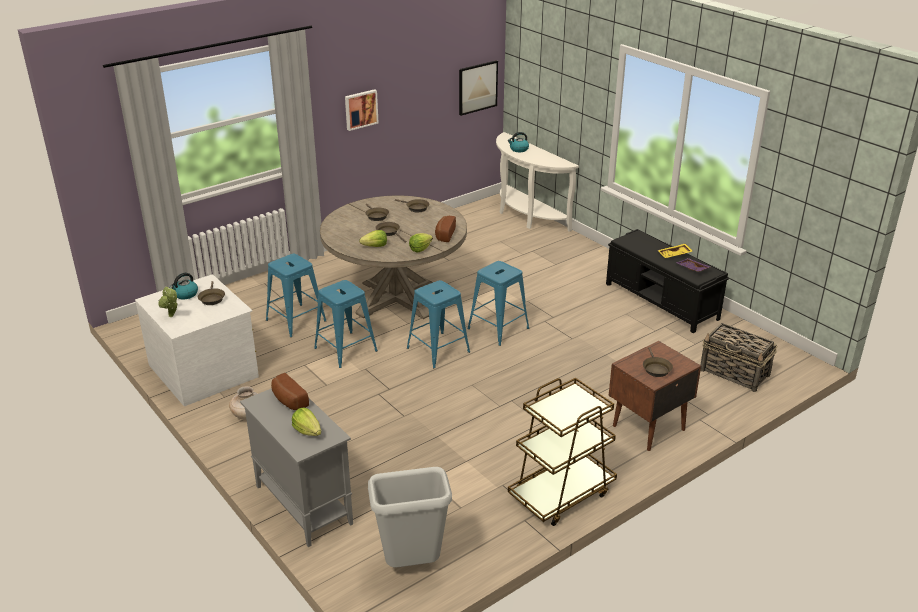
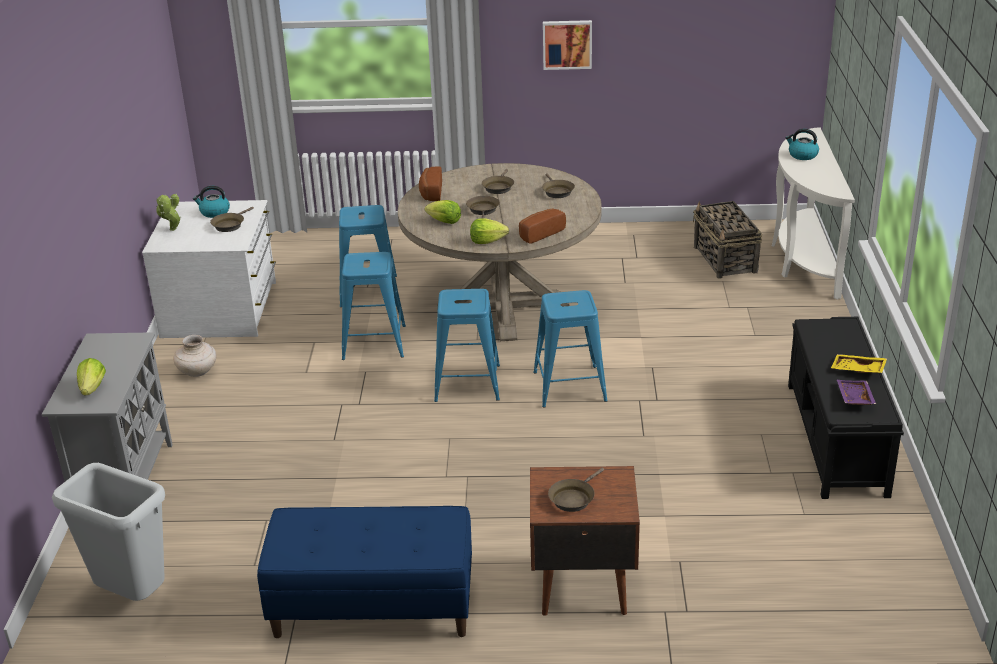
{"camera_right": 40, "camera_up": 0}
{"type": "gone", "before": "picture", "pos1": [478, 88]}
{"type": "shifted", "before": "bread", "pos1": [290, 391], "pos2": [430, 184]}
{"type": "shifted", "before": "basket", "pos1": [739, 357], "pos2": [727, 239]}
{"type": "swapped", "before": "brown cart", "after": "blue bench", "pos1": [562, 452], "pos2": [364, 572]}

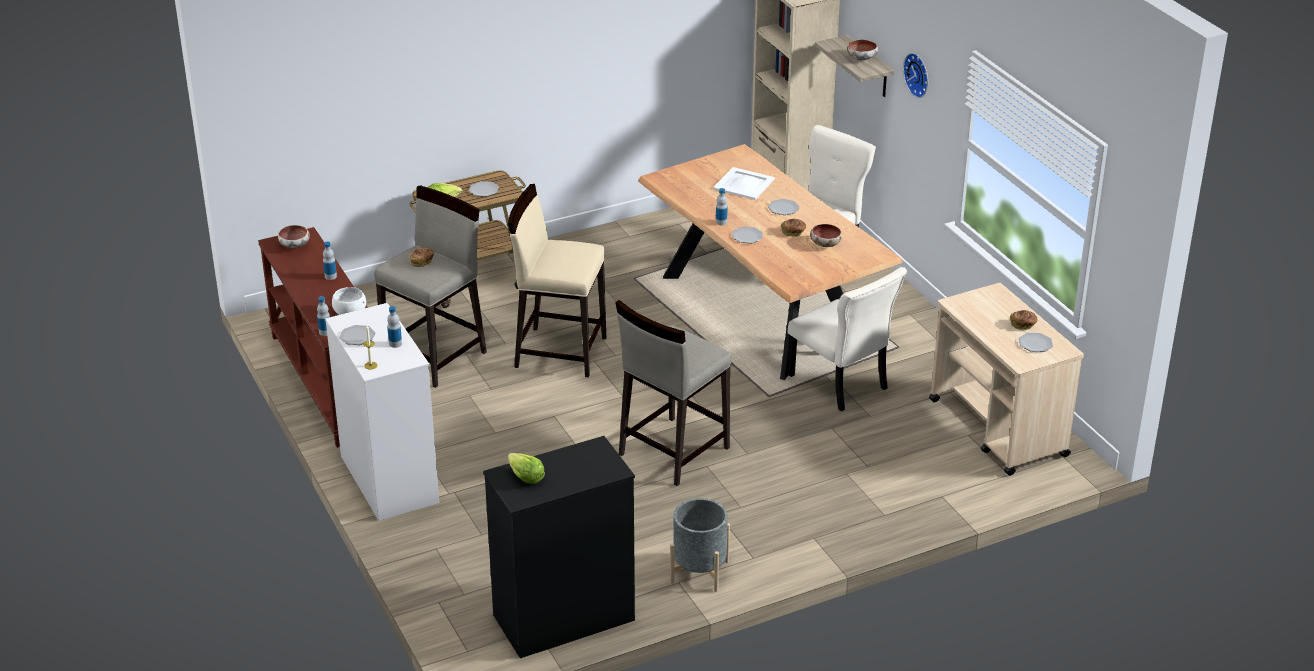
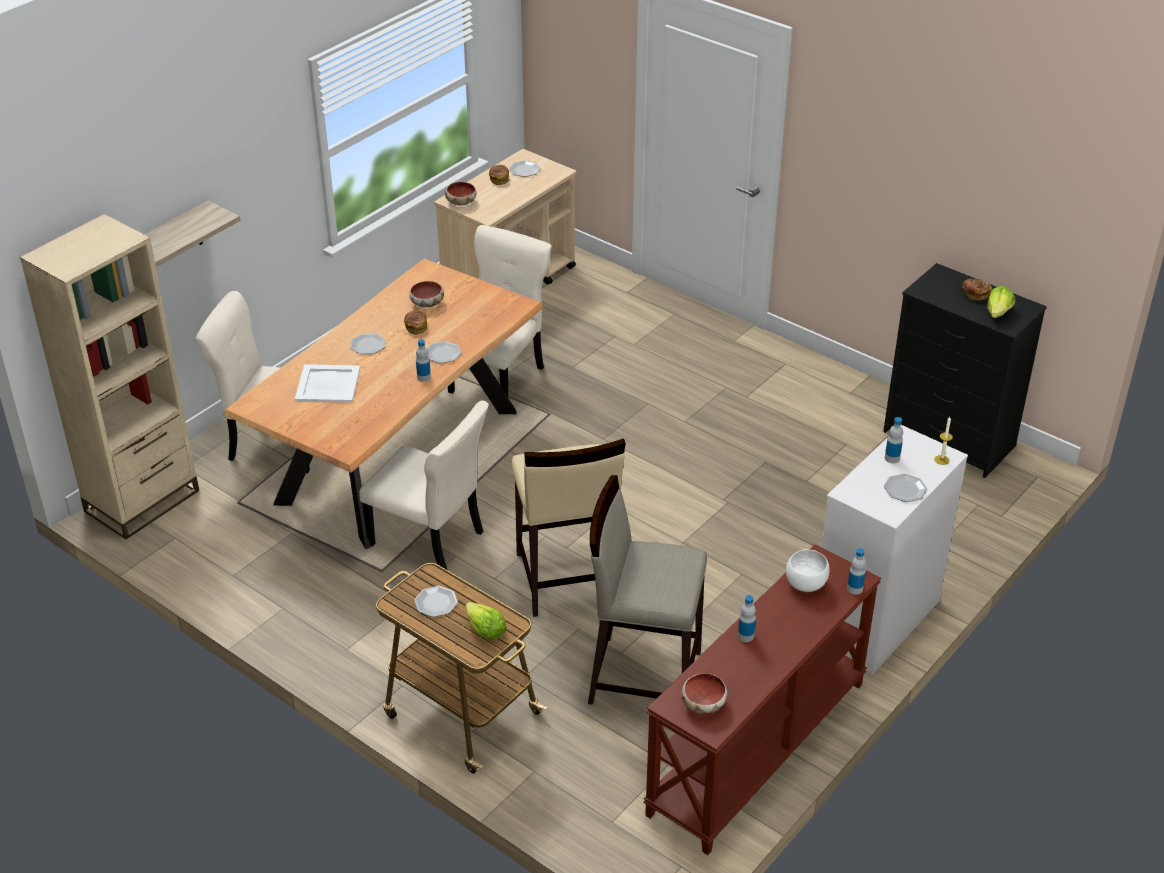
{"camera_right": -115, "camera_up": 5}
{"type": "gone", "before": "beige stool", "pos1": [674, 393]}
{"type": "gone", "before": "grey planter", "pos1": [700, 545]}
{"type": "gone", "before": "wall clock", "pos1": [915, 75]}
{"type": "new", "after": "beige chair", "pos2": [424, 485]}
{"type": "shifted", "before": "bread", "pos1": [422, 257], "pos2": [977, 290]}
{"type": "shifted", "before": "bowl", "pos1": [862, 49], "pos2": [461, 194]}

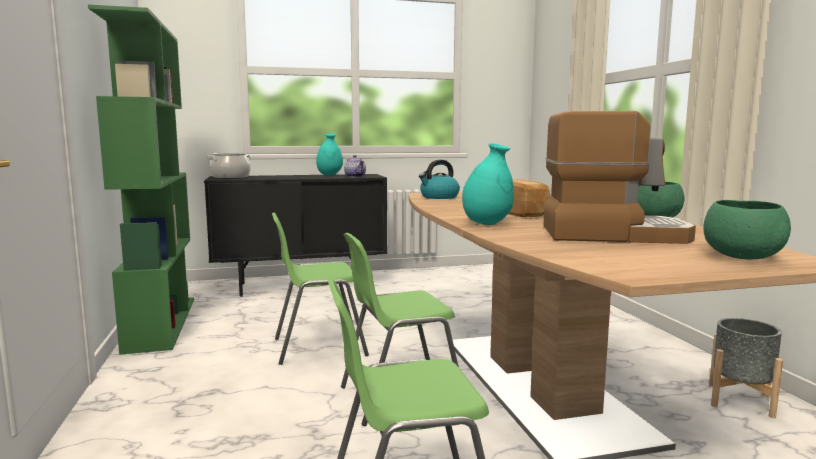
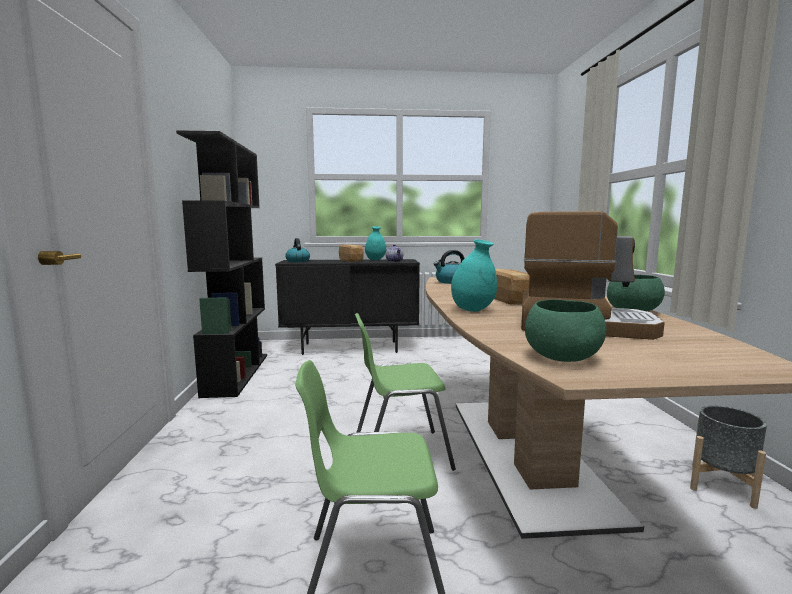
{"camera_right": 10, "camera_up": 0}
{"type": "gone", "before": "green chair", "pos1": [320, 289]}
{"type": "new", "after": "bread", "pos2": [351, 253]}
{"type": "shifted", "before": "green bowl", "pos1": [747, 230], "pos2": [565, 330]}
{"type": "swapped", "before": "cooking pot", "after": "kettle", "pos1": [229, 166], "pos2": [297, 250]}
{"type": "repainted", "before": "green bookcase", "after": "black bookcase", "pos1": [141, 180], "pos2": [221, 264]}

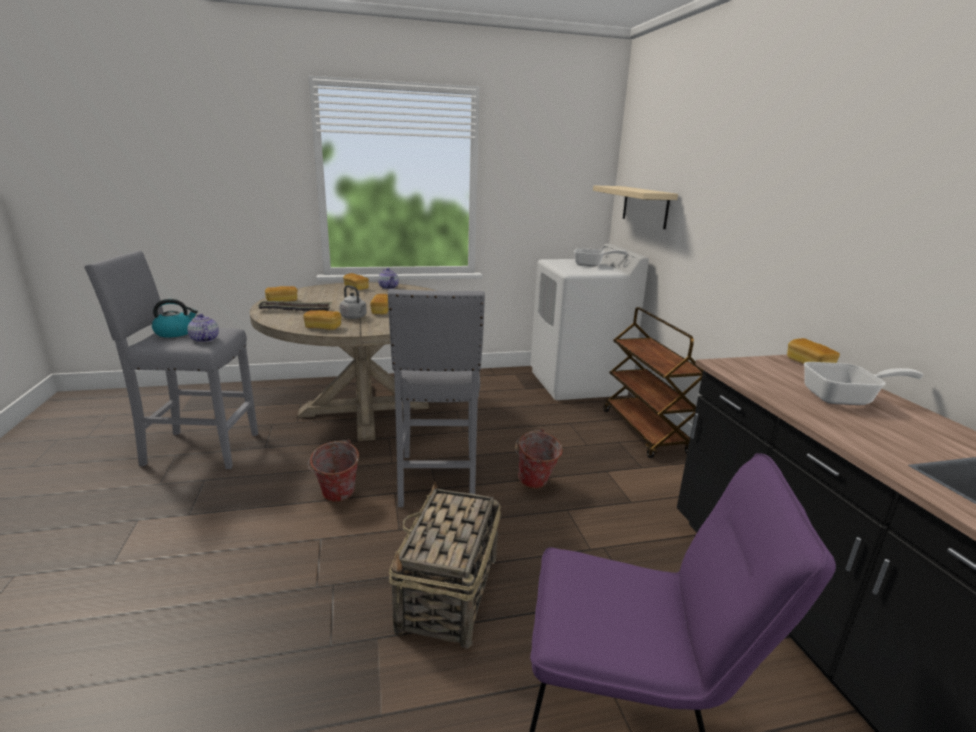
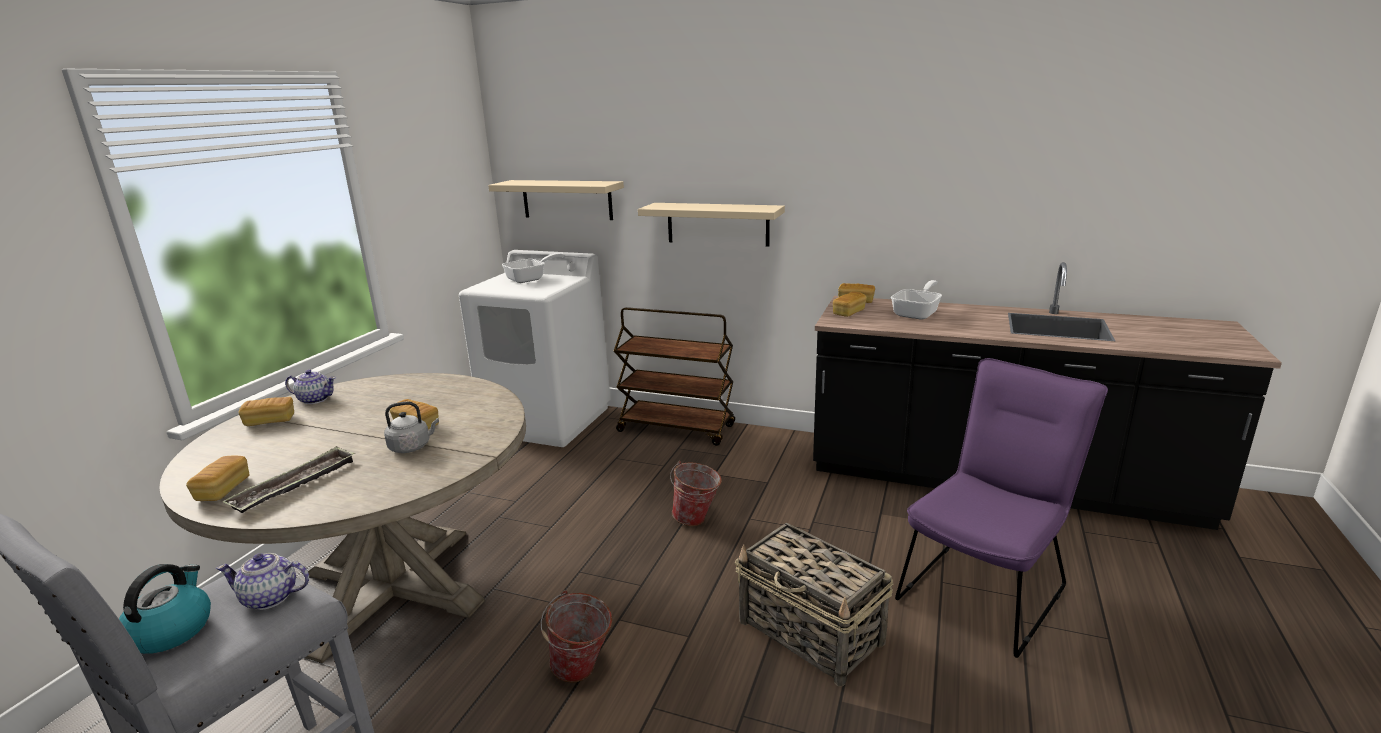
{"camera_right": -55, "camera_up": 0}
{"type": "gone", "before": "grey stool", "pos1": [436, 398]}
{"type": "new", "after": "beige shelf", "pos2": [711, 225]}
{"type": "shifted", "before": "bread", "pos1": [322, 320], "pos2": [850, 304]}

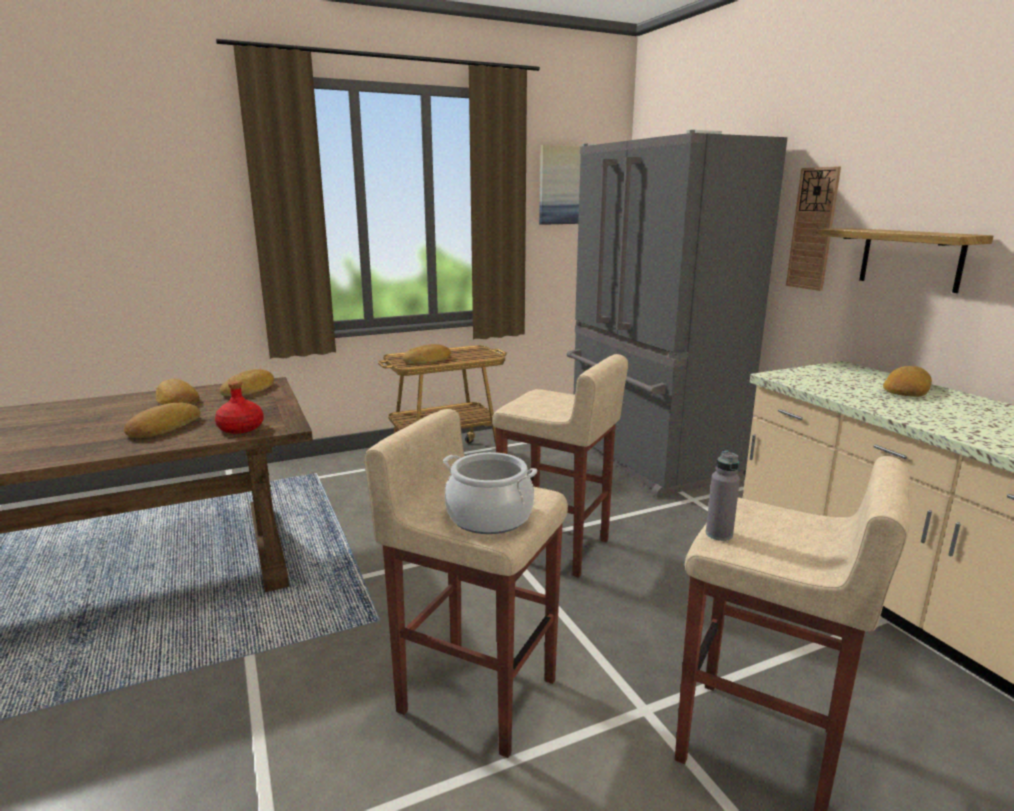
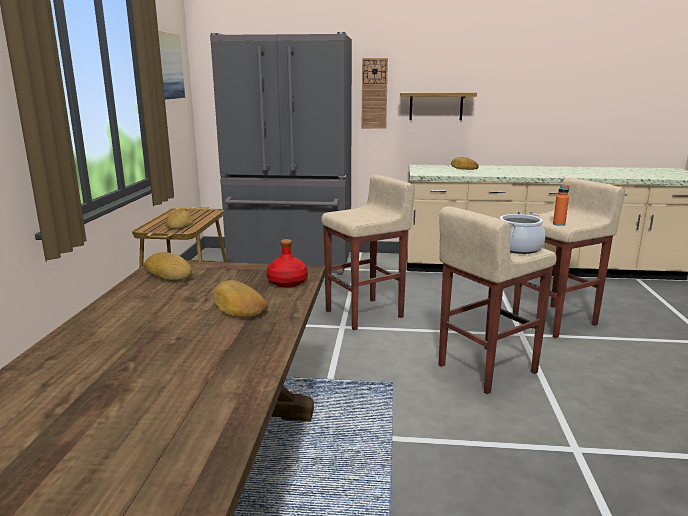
{"camera_right": -60, "camera_up": 0}
{"type": "gone", "before": "bread", "pos1": [178, 392]}
{"type": "repainted", "before": "grey bottle", "after": "orange bottle", "pos1": [723, 496], "pos2": [561, 205]}

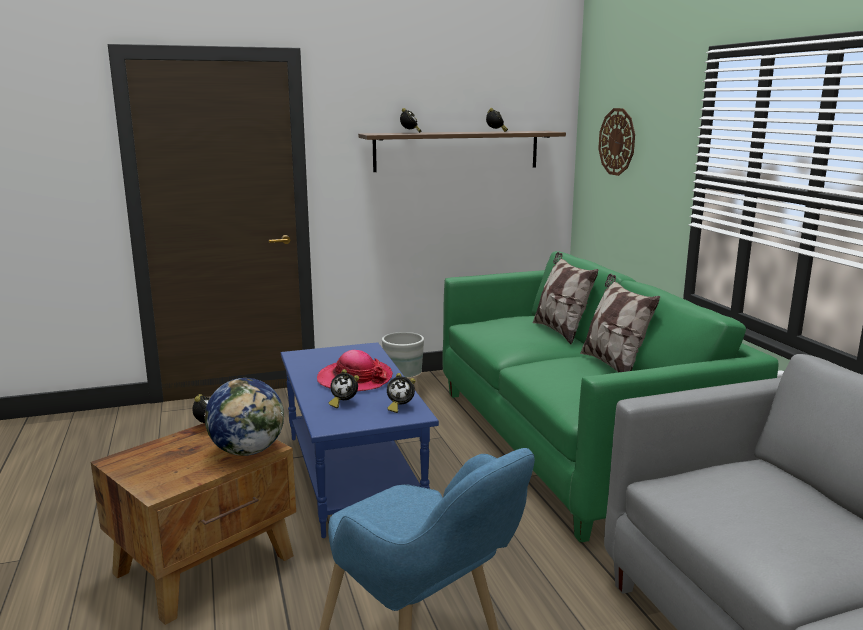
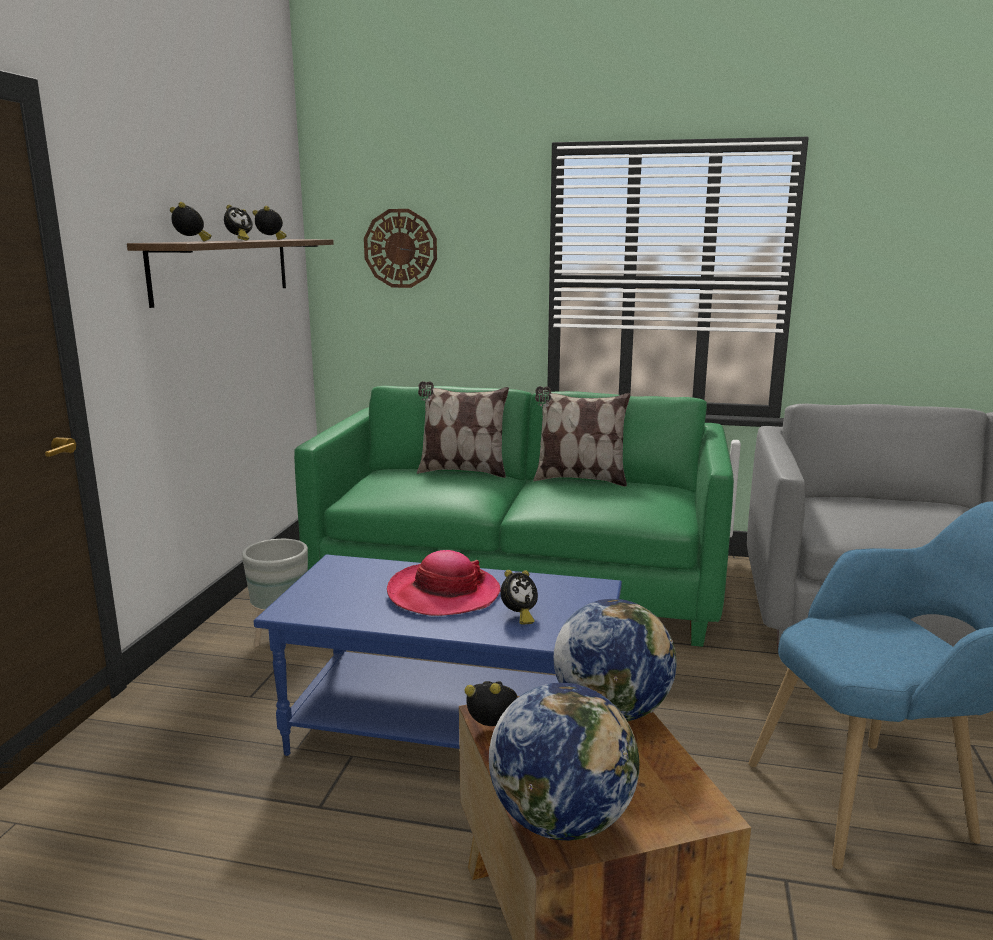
{"camera_right": -60, "camera_up": 0}
{"type": "new", "after": "globe", "pos2": [564, 762]}
{"type": "shifted", "before": "alarm clock", "pos1": [401, 393], "pos2": [238, 223]}

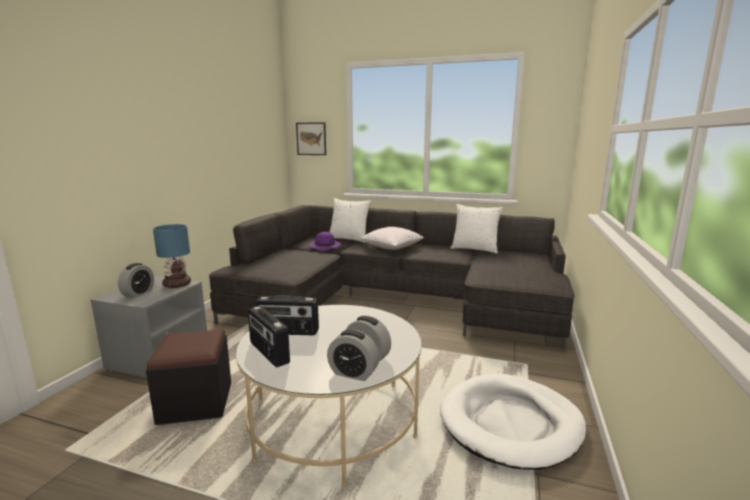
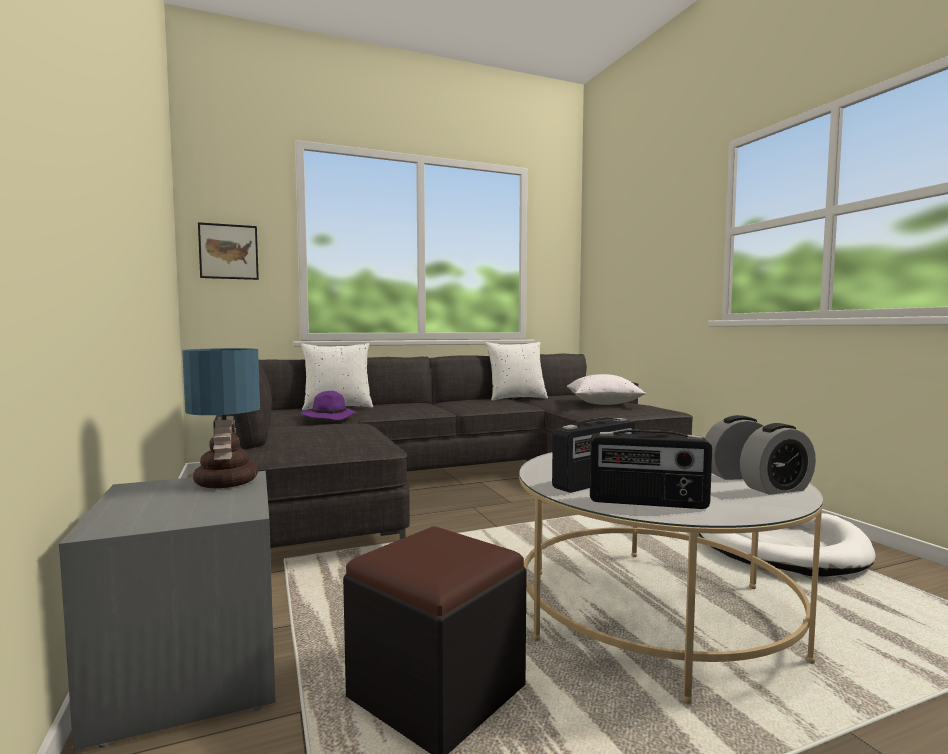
{"camera_right": -40, "camera_up": -10}
{"type": "gone", "before": "alarm clock", "pos1": [136, 280]}
{"type": "shifted", "before": "white pillow", "pos1": [392, 238], "pos2": [606, 389]}

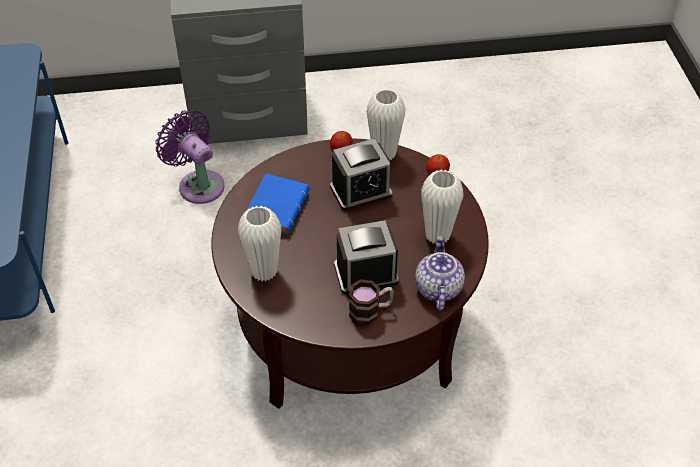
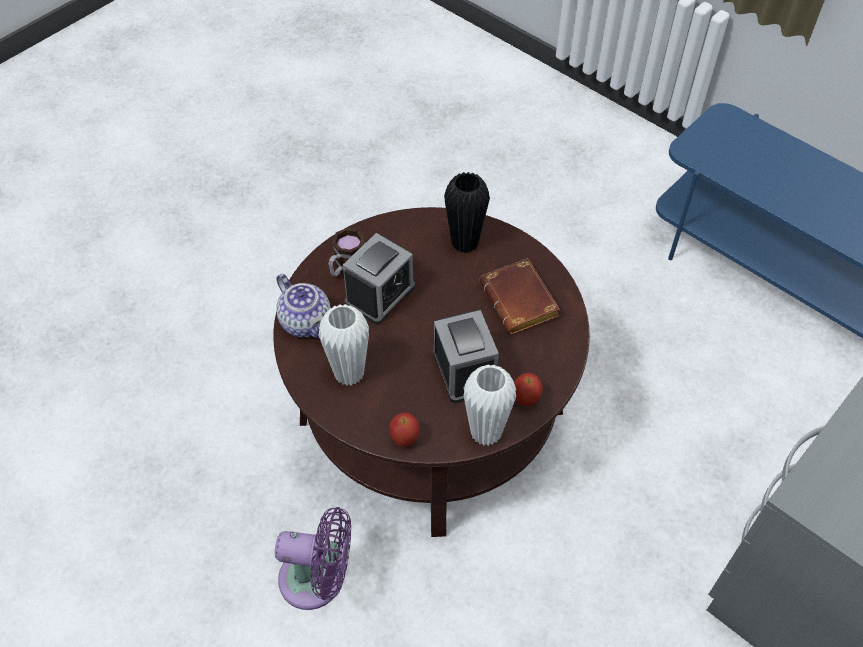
{"camera_right": 140, "camera_up": 5}
{"type": "shifted", "before": "purple fan", "pos1": [189, 157], "pos2": [313, 558]}
{"type": "repainted", "before": "white vase", "after": "black vase", "pos1": [260, 243], "pos2": [467, 212]}
{"type": "repainted", "before": "blue book", "after": "brown book", "pos1": [277, 204], "pos2": [520, 296]}
{"type": "rotated", "before": "alarm clock", "pos1": [361, 174], "pos2": [466, 356], "turn": 135}

